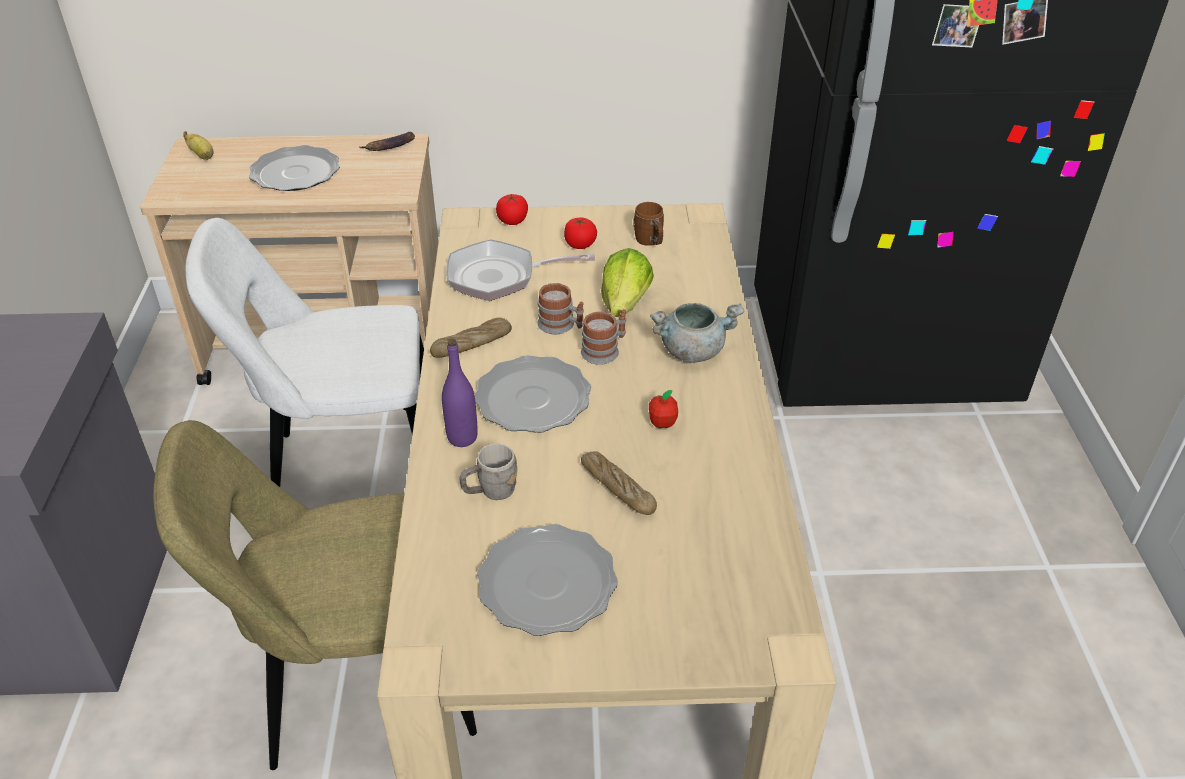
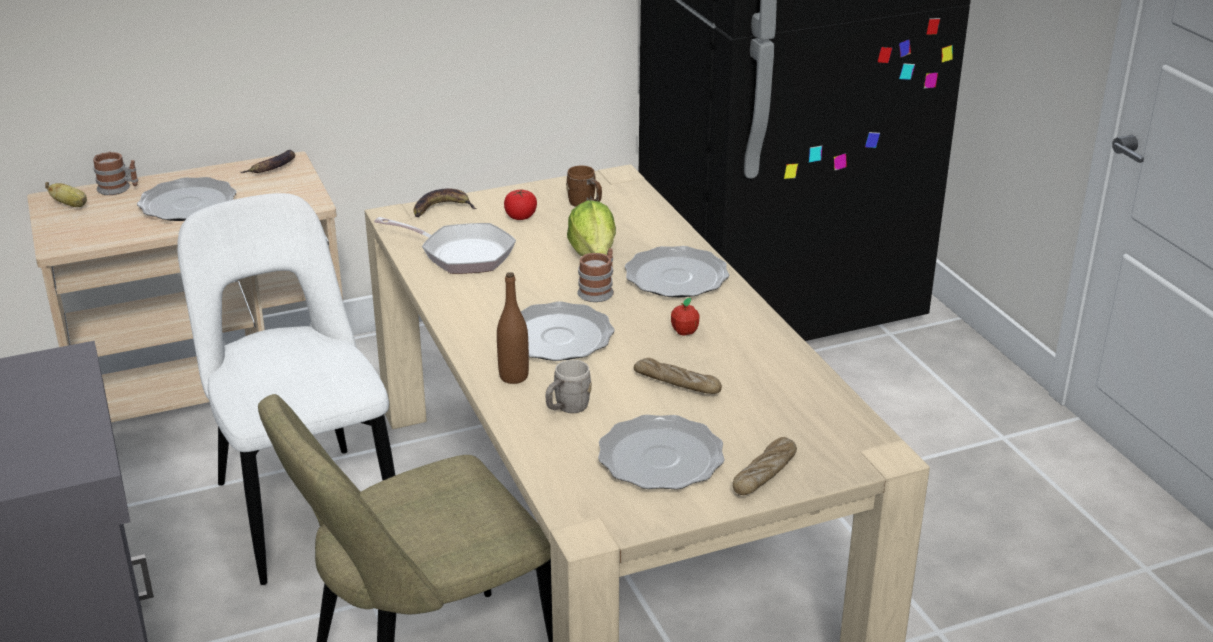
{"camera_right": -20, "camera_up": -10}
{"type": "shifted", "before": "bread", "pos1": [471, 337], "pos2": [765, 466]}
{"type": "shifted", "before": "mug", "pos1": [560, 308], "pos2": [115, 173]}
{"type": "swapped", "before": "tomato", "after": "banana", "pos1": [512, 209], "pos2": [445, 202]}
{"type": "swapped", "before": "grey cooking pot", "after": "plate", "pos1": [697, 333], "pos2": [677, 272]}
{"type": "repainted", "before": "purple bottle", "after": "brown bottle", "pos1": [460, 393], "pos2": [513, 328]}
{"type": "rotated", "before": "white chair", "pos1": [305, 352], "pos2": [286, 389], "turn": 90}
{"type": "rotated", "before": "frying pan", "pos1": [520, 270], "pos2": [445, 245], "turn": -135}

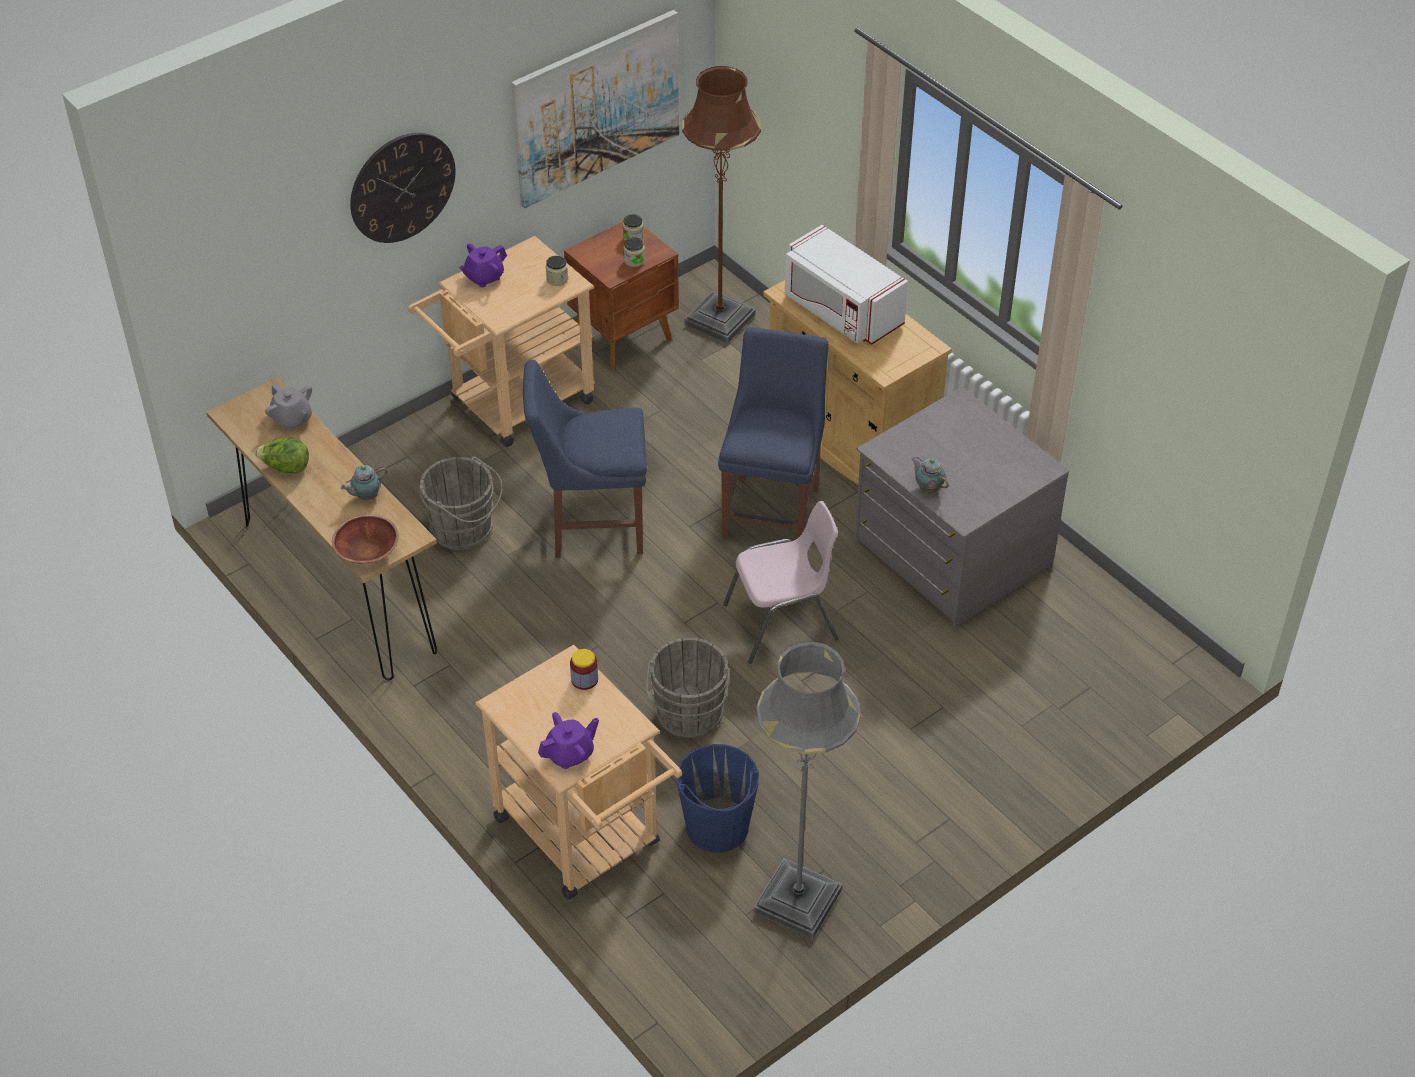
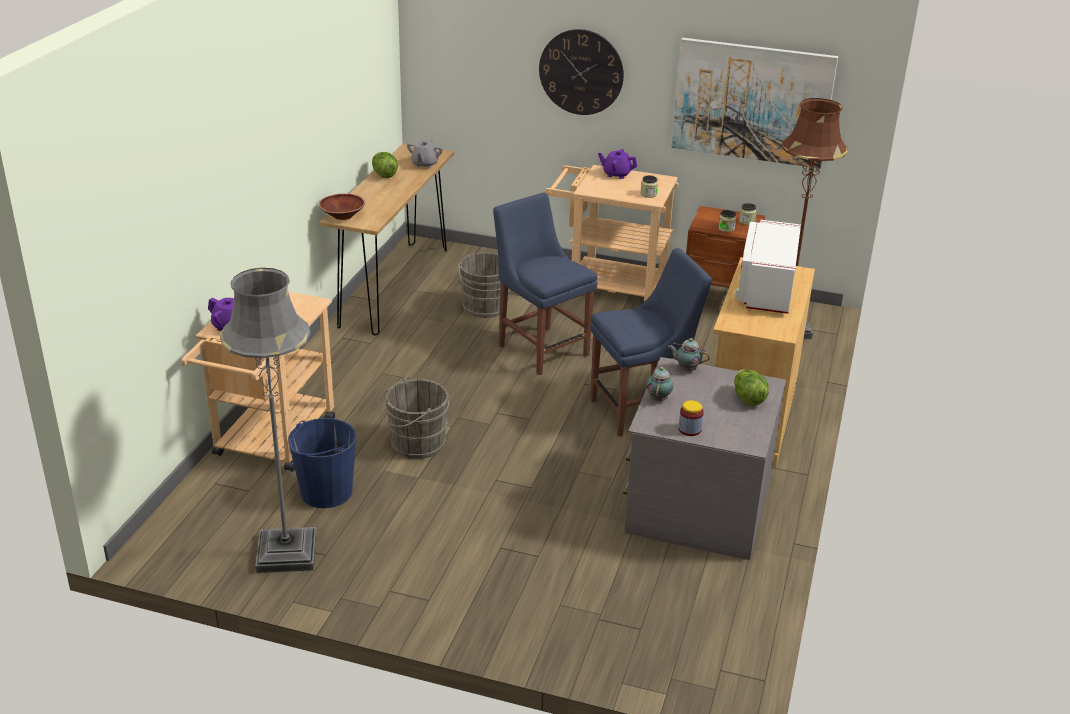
{"camera_right": 55, "camera_up": -15}
{"type": "gone", "before": "pink chair", "pos1": [781, 582]}
{"type": "new", "after": "lettuce", "pos2": [751, 388]}
{"type": "shifted", "before": "teapot", "pos1": [364, 482], "pos2": [689, 354]}
{"type": "shifted", "before": "jar", "pos1": [584, 669], "pos2": [691, 418]}

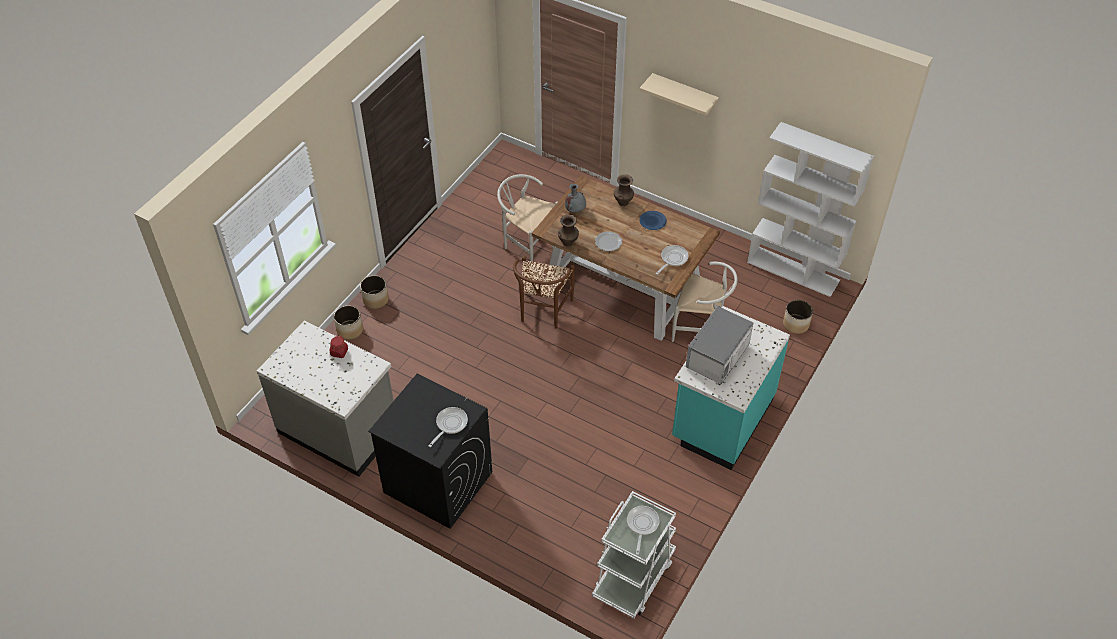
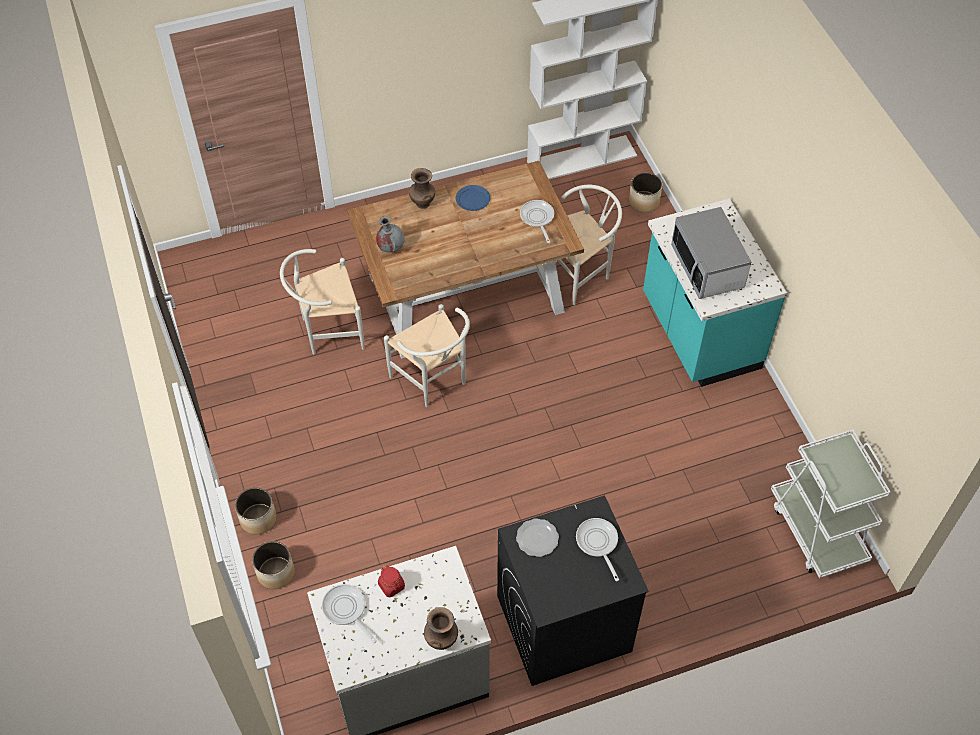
{"camera_right": -50, "camera_up": 5}
{"type": "gone", "before": "beige shelf", "pos1": [679, 94]}
{"type": "shifted", "before": "brown vase", "pos1": [568, 230], "pos2": [441, 628]}
{"type": "shifted", "before": "plate", "pos1": [608, 241], "pos2": [537, 537]}
{"type": "shifted", "before": "frying pan", "pos1": [643, 530], "pos2": [349, 613]}
{"type": "repainted", "before": "brown chair", "after": "white chair", "pos1": [544, 292], "pos2": [427, 355]}

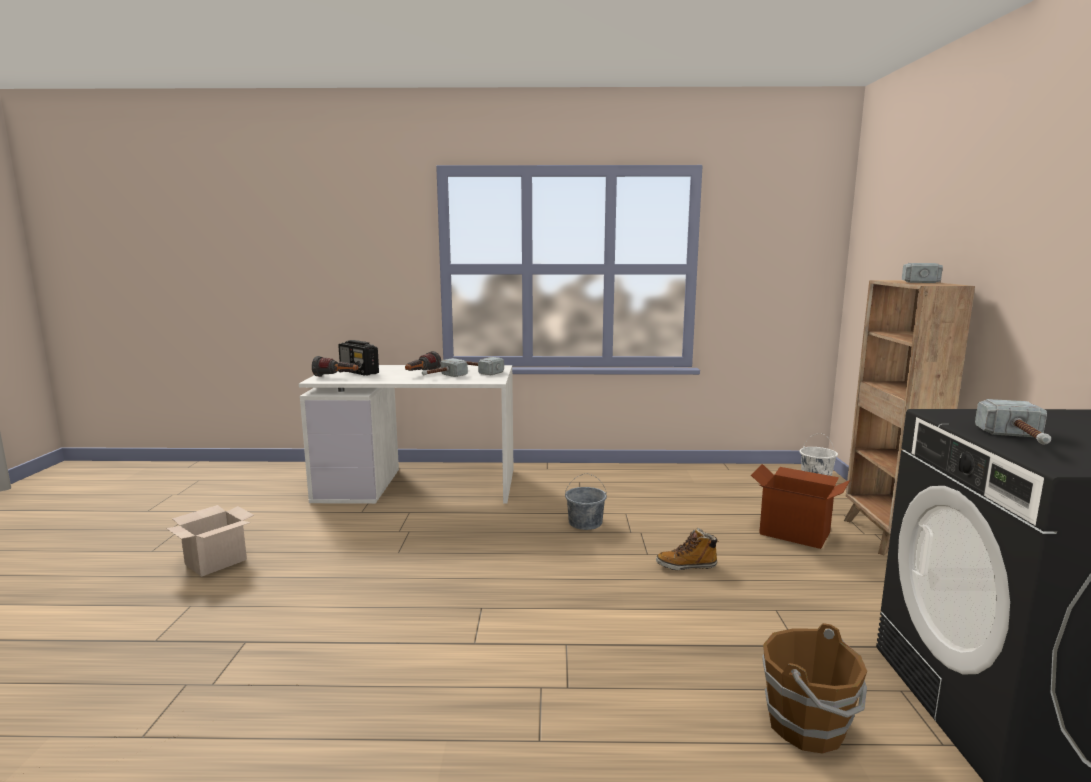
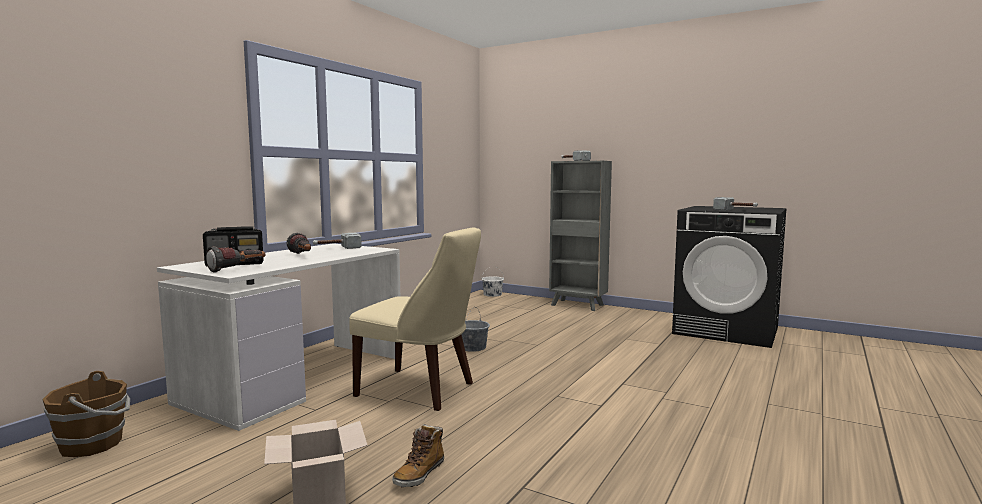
{"camera_right": -60, "camera_up": -5}
{"type": "gone", "before": "hammer", "pos1": [445, 367]}
{"type": "gone", "before": "cardboard box", "pos1": [800, 506]}
{"type": "new", "after": "beige chair", "pos2": [415, 319]}
{"type": "shifted", "before": "boot", "pos1": [687, 549], "pos2": [418, 455]}
{"type": "shifted", "before": "brown bucket", "pos1": [814, 688], "pos2": [86, 414]}
{"type": "repainted", "before": "brown bookcase", "after": "grey bookcase", "pos1": [909, 417], "pos2": [580, 236]}

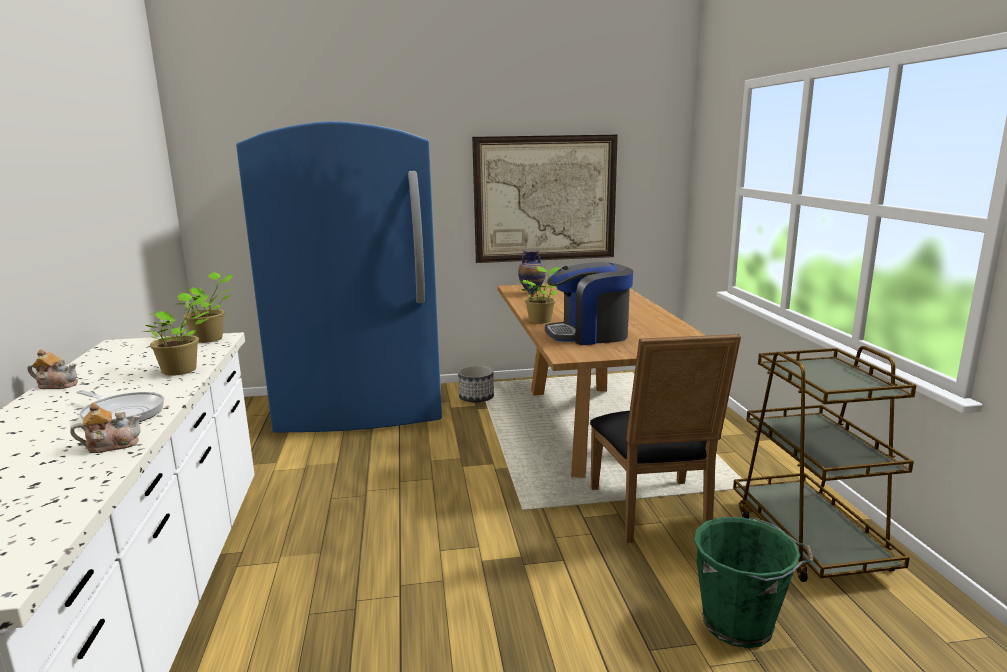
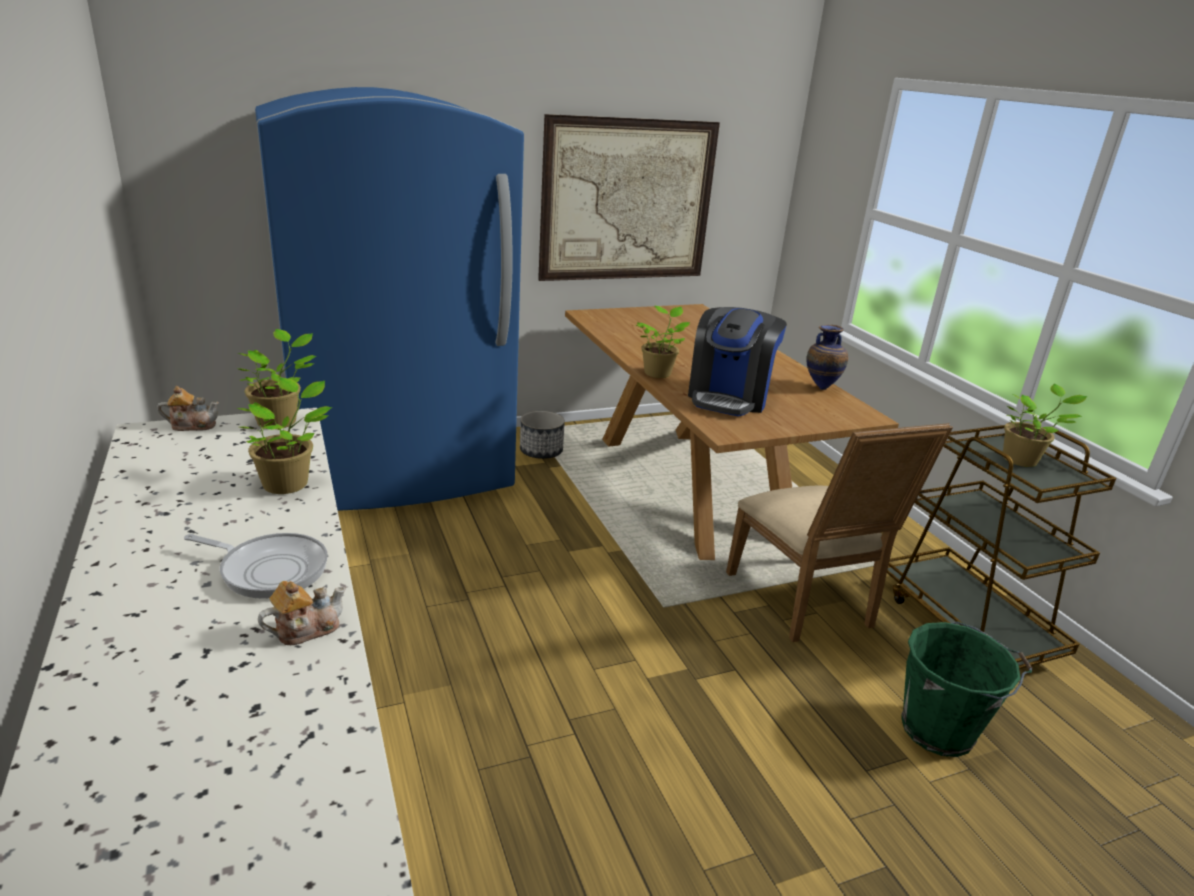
{"camera_right": -15, "camera_up": 10}
{"type": "new", "after": "potted plant", "pos2": [1045, 425]}
{"type": "shifted", "before": "teapot", "pos1": [52, 369], "pos2": [188, 408]}
{"type": "shifted", "before": "vase", "pos1": [532, 272], "pos2": [827, 357]}
{"type": "repainted", "before": "black chair", "after": "beige chair", "pos1": [665, 438], "pos2": [839, 532]}
{"type": "rotated", "before": "coffee machine", "pos1": [589, 303], "pos2": [737, 361], "turn": -45}

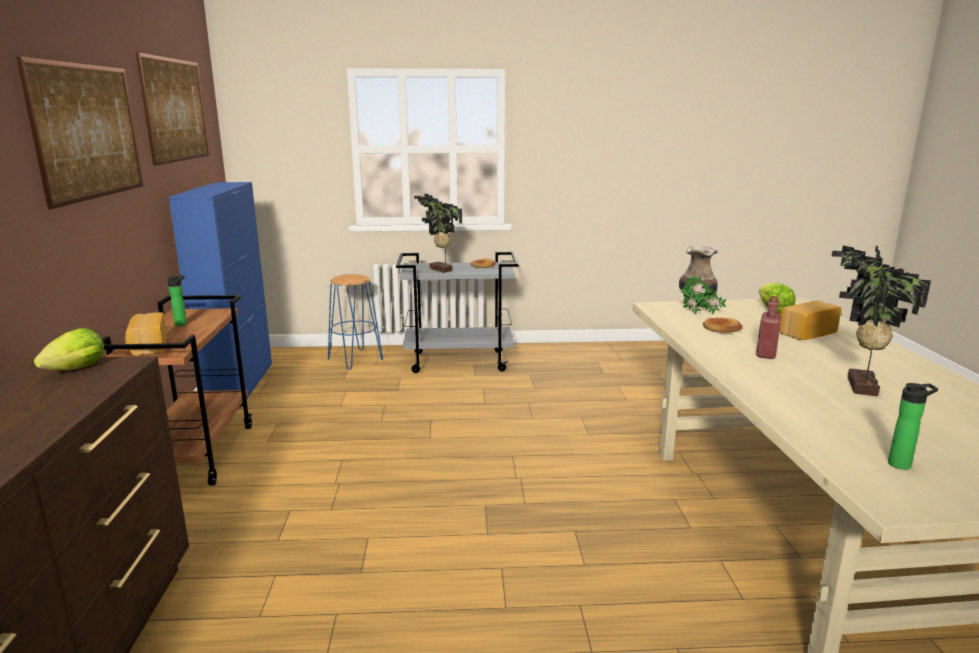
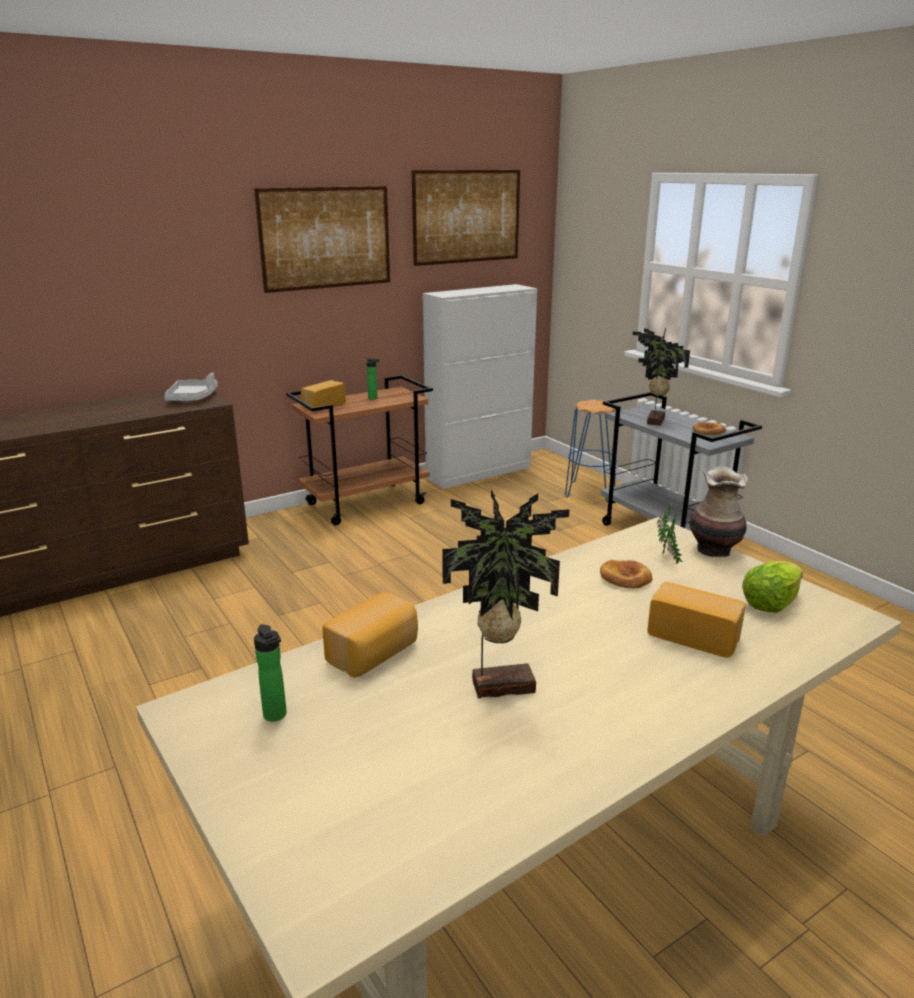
{"camera_right": 60, "camera_up": 5}
{"type": "gone", "before": "red bottle", "pos1": [769, 327]}
{"type": "new", "after": "bread", "pos2": [370, 635]}
{"type": "swapped", "before": "lettuce", "after": "grey tray", "pos1": [69, 349], "pos2": [191, 387]}
{"type": "repainted", "before": "blue cabinet", "after": "white cabinet", "pos1": [220, 295], "pos2": [480, 386]}

